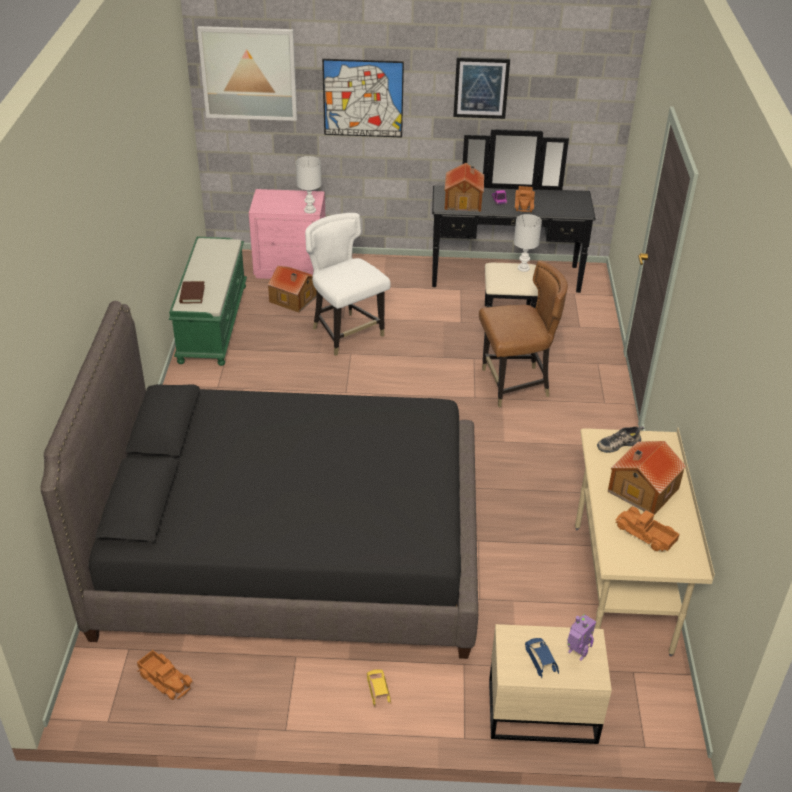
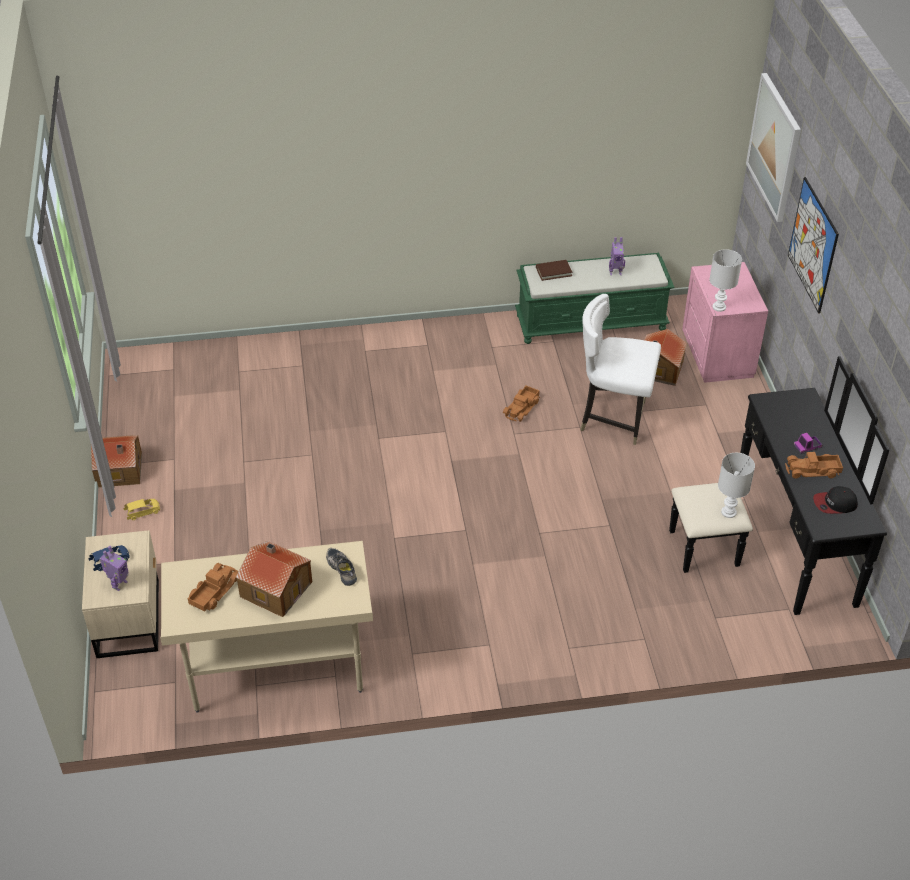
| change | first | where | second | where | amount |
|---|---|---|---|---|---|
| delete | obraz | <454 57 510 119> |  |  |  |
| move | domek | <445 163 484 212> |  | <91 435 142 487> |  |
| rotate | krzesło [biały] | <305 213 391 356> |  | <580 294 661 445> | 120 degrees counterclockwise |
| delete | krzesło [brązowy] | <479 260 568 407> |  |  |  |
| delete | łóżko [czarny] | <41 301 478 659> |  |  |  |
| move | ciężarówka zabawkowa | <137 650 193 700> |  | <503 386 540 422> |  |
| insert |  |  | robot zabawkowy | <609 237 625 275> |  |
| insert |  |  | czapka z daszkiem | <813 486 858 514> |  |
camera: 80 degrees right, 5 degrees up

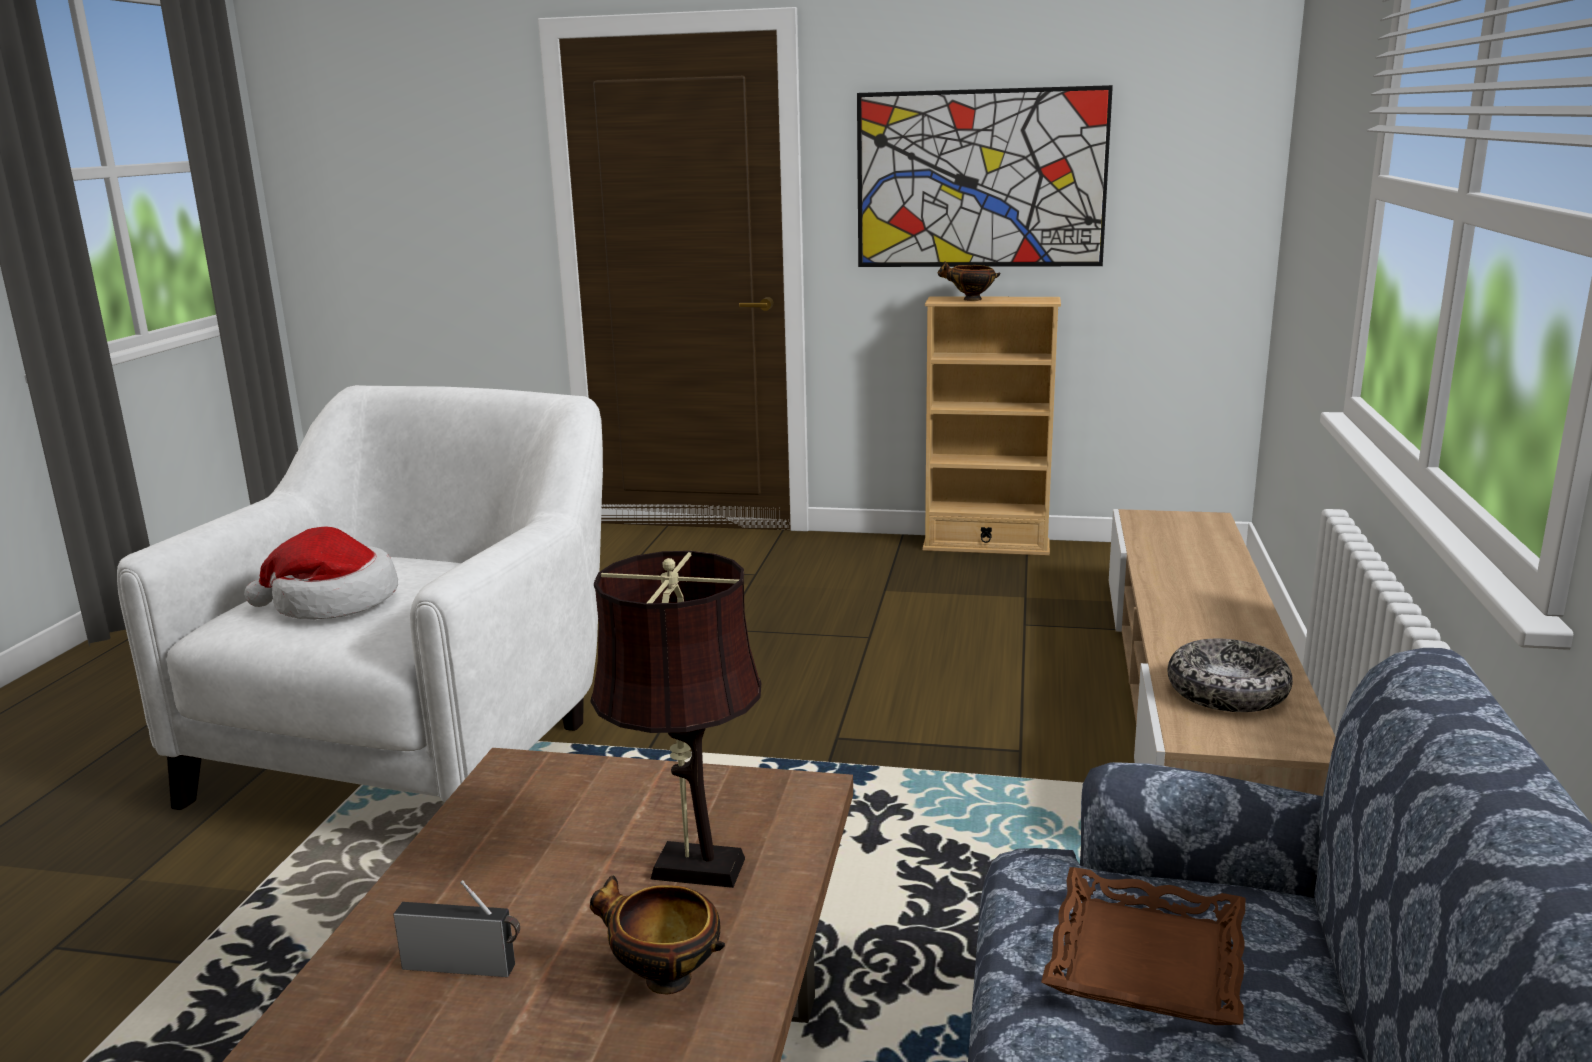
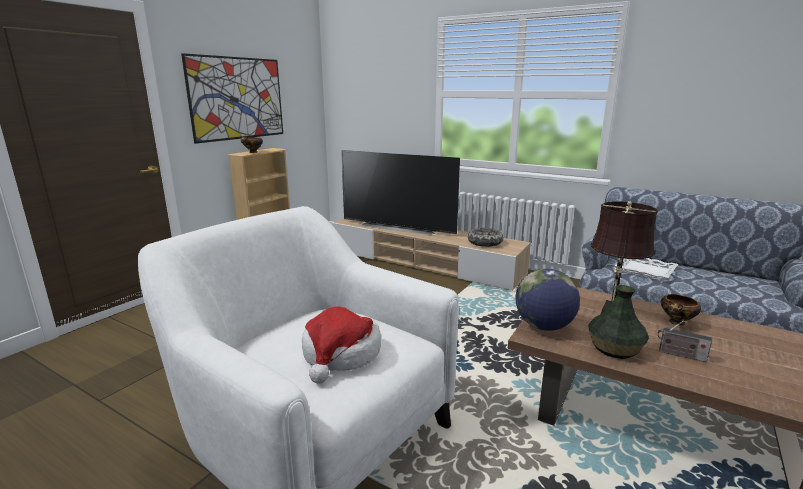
| change | first | where | second | where | amount |
|---|---|---|---|---|---|
| recolor | taca [brązowy] | <1041 867 1245 1025> | taca [biały] | <614 258 678 281> |  |
| rotate | radio | <393 880 520 977> |  | <658 321 712 362> | 90 degrees counterclockwise |
| insert |  |  | telewizor | <341 150 460 236> |  |
| insert |  |  | globus | <516 269 580 331> |  |
| insert |  |  | wazon | <588 285 649 359> |  |
camera: 70 degrees left, 0 degrees up

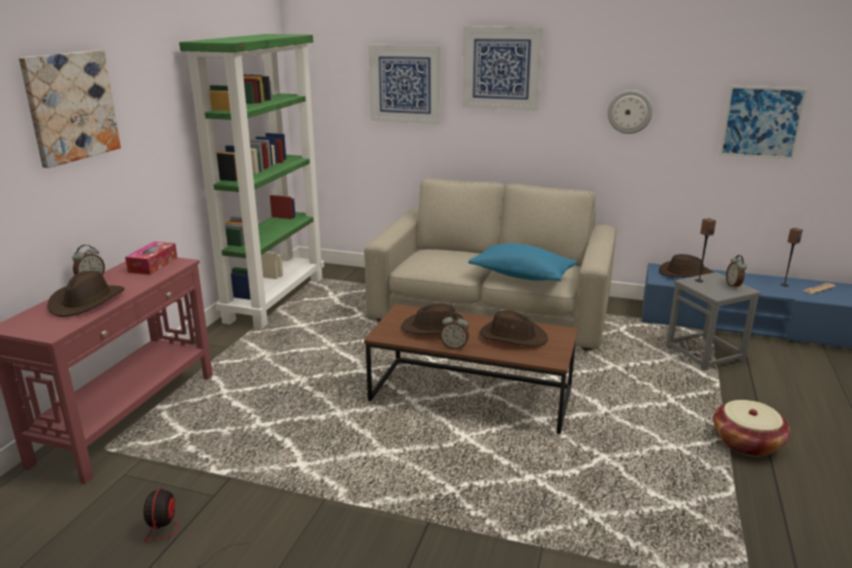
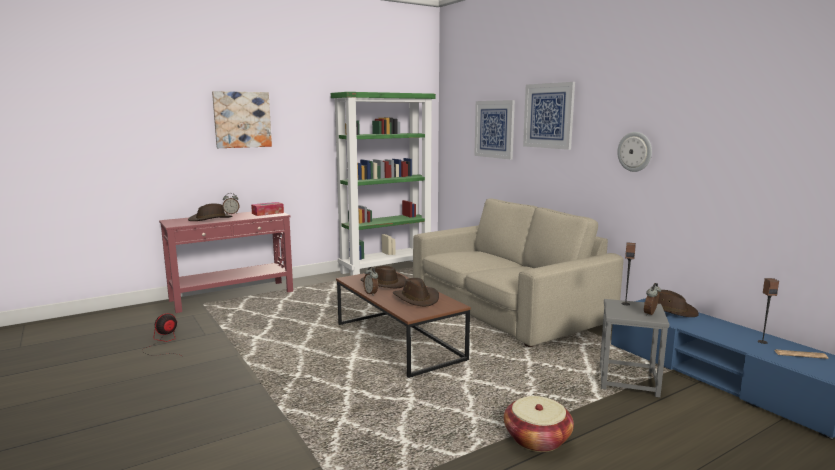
| change | first | where | second | where | amount |
|---|---|---|---|---|---|
| delete | obraz | <719 86 808 160> |  |  |  |
| delete | poduszka [niebieski] | <468 243 577 281> |  |  |  |
camera: 40 degrees right, 10 degrees down

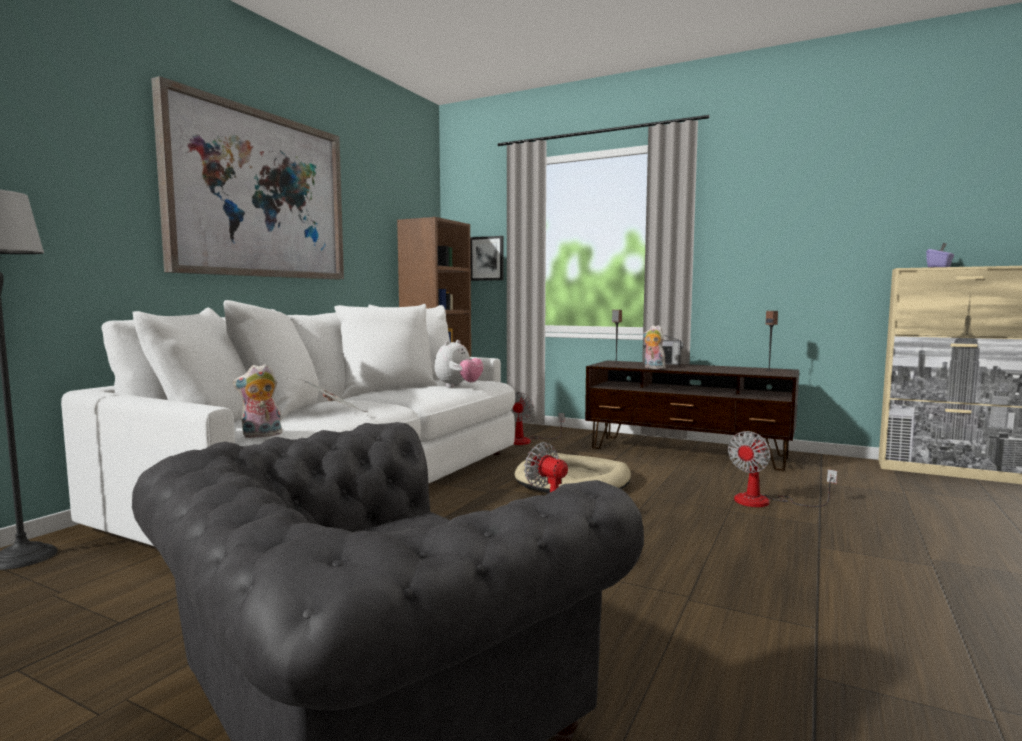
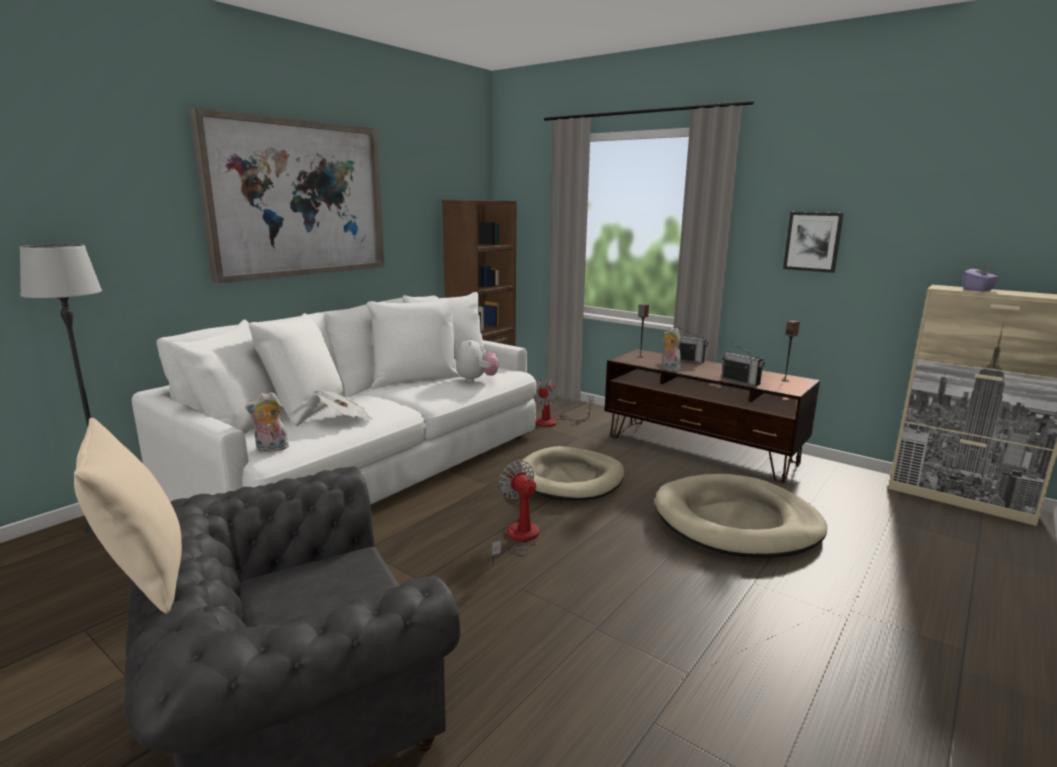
| change | first | where | second | where | amount |
|---|---|---|---|---|---|
| move | obraz | <470 236 504 281> |  | <783 212 844 273> |  |
| rotate | pluszak | <435 340 484 387> |  | <456 337 499 383> | 45 degrees counterclockwise |
| replace | wentylator | <728 431 837 507> | legowisko [beżowy] | <655 474 827 558> |  |
| insert |  |  | radio | <721 342 765 386> |  |
| insert |  |  | poduszka [beżowy] | <74 418 182 614> |  |
camera: 10 degrees right, 10 degrees up

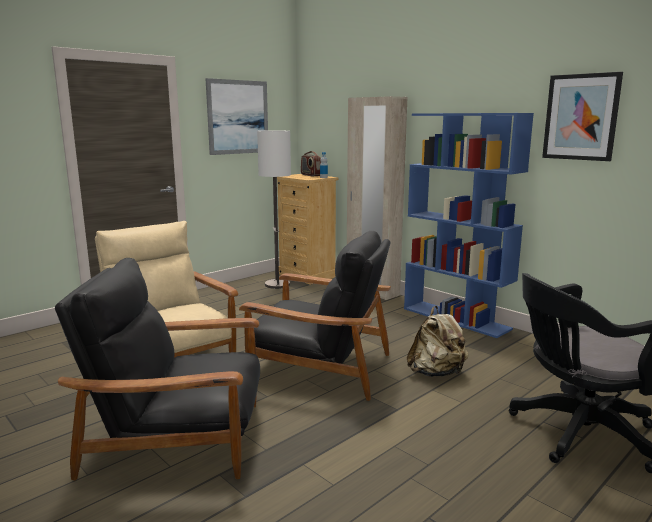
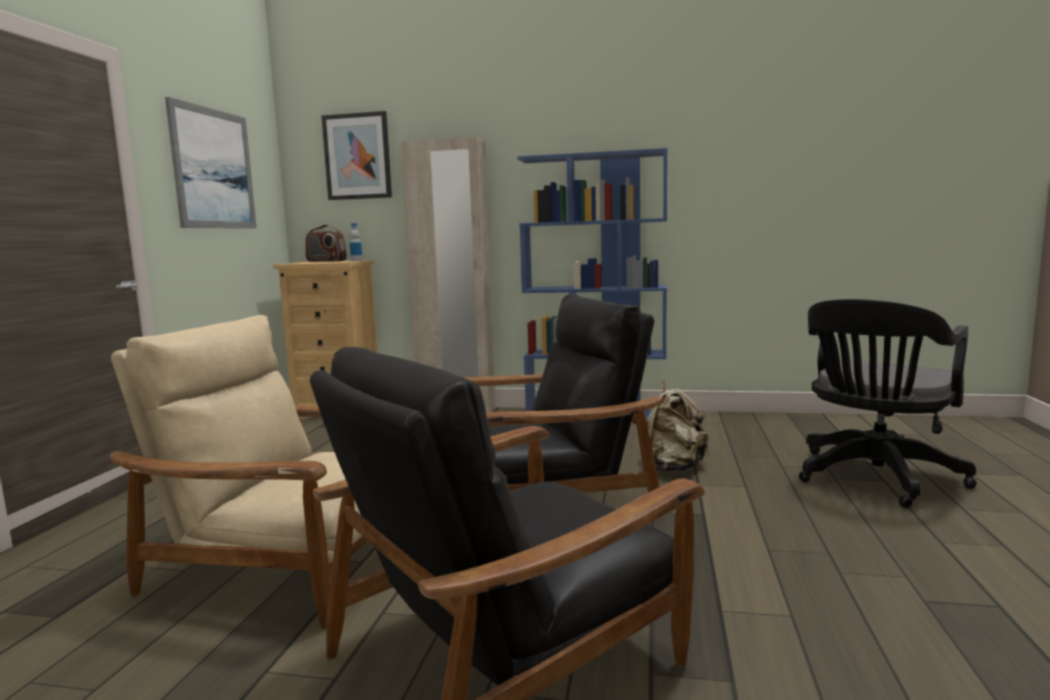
| change | first | where | second | where | amount |
|---|---|---|---|---|---|
| move | obraz | <542 72 623 161> |  | <321 111 392 200> |  |
| delete | lampa stojąca | <257 131 291 289> |  |  |  |
camera: 35 degrees left, 5 degrees down

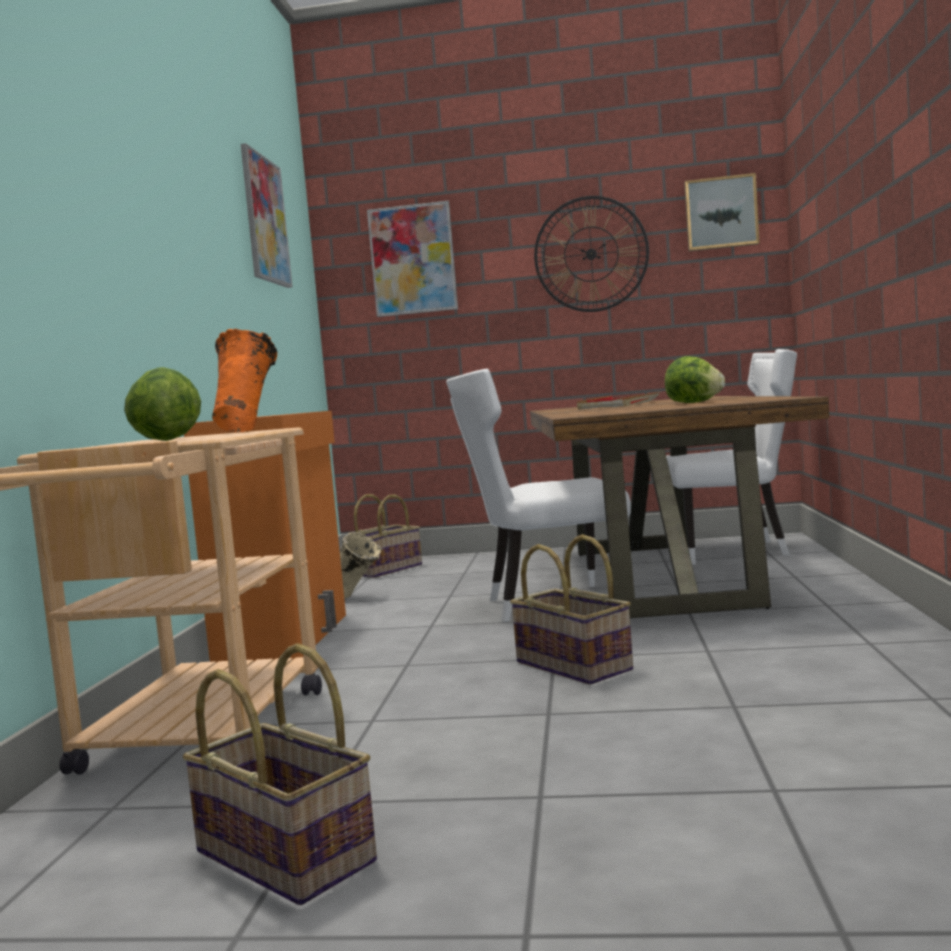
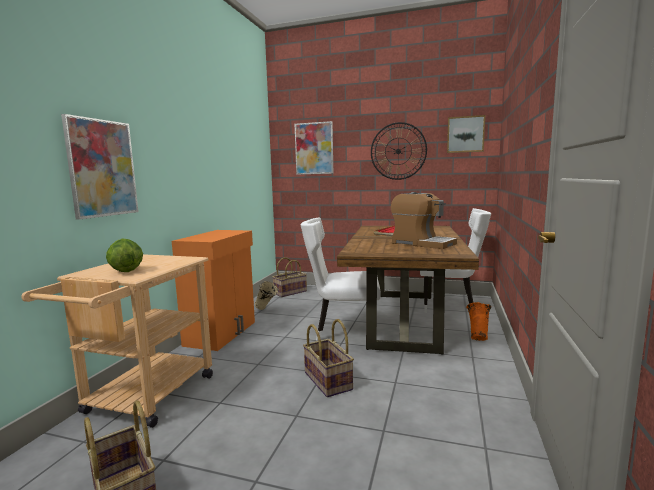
| change | first | where | second | where | amount |
|---|---|---|---|---|---|
| move | obraz | <241 143 292 288> |  | <61 114 139 220> |  |
| move | wazon [pomarańczowy] | <212 329 277 432> |  | <466 302 491 341> |  |
| replace | sałata | <665 356 725 403> | ekspres do kawy | <391 192 457 249> |  |
camera: 10 degrees right, 5 degrees up

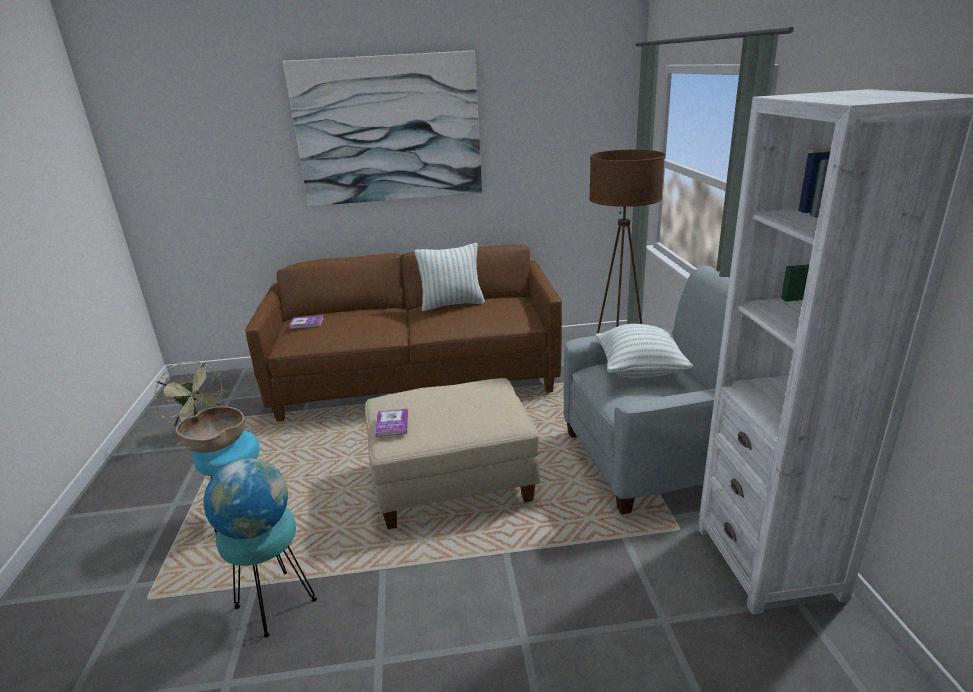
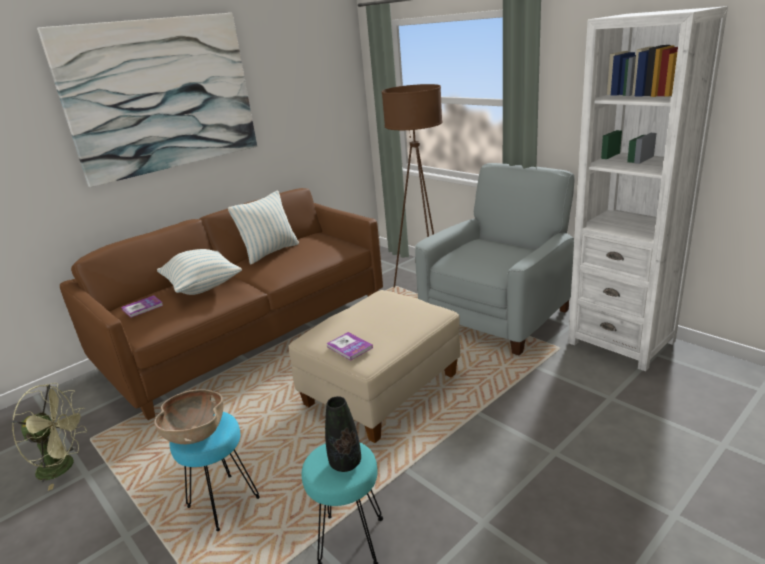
| change | first | where | second | where | amount |
|---|---|---|---|---|---|
| move | poduszka | <595 324 694 379> |  | <157 249 242 295> |  |
| replace | globus | <204 458 288 539> | wazon [czarny] | <325 396 361 472> |  |
camera: 35 degrees left, 0 degrees up

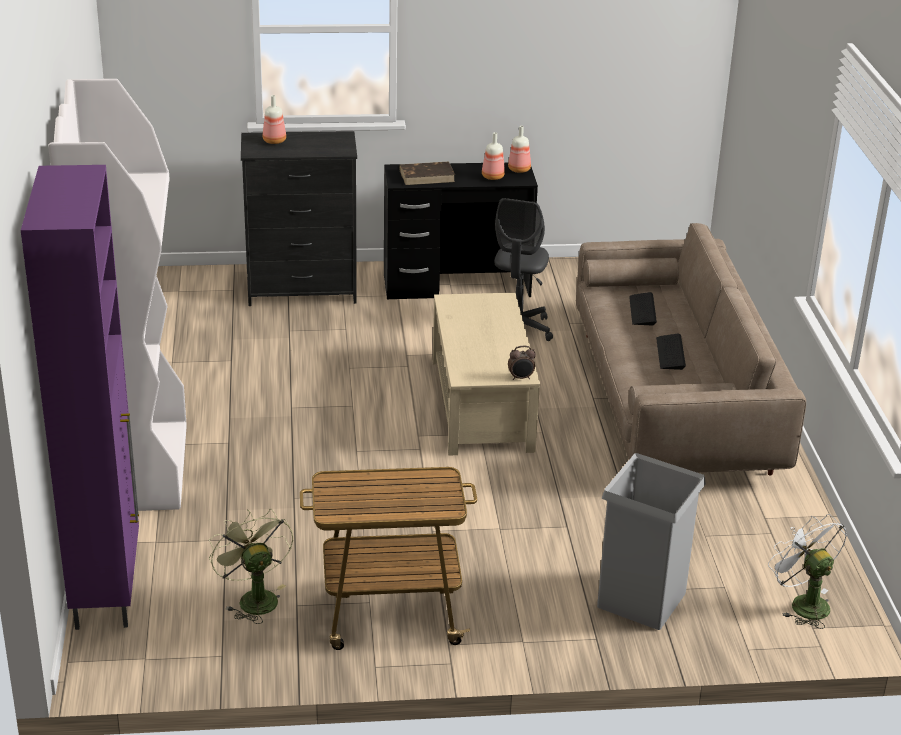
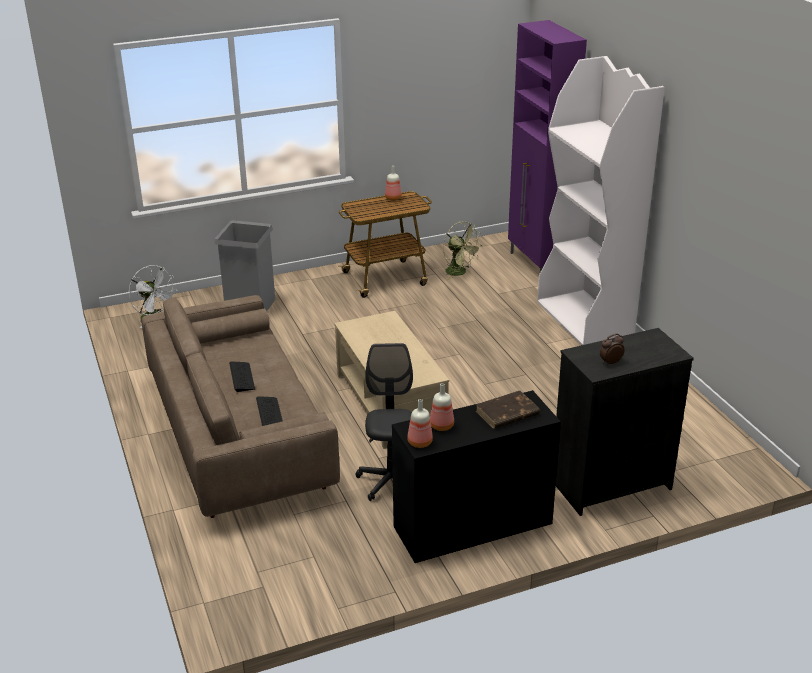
| change | first | where | second | where | amount |
|---|---|---|---|---|---|
| move | butelka | <263 95 286 144> |  | <385 166 402 201> |  |
| move | budzik | <508 346 536 380> |  | <600 334 625 366> |  |
camera: 165 degrees right, 0 degrees up

